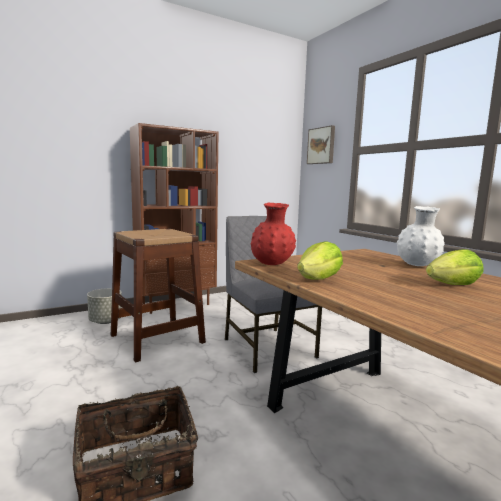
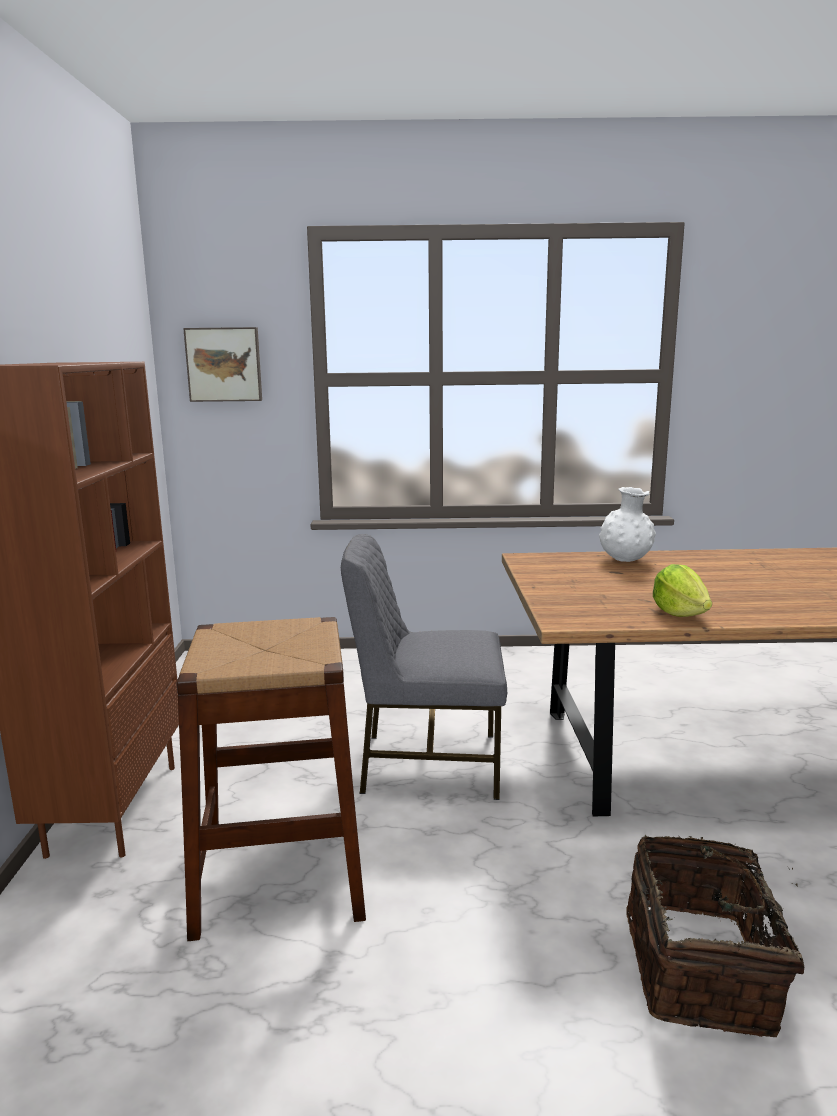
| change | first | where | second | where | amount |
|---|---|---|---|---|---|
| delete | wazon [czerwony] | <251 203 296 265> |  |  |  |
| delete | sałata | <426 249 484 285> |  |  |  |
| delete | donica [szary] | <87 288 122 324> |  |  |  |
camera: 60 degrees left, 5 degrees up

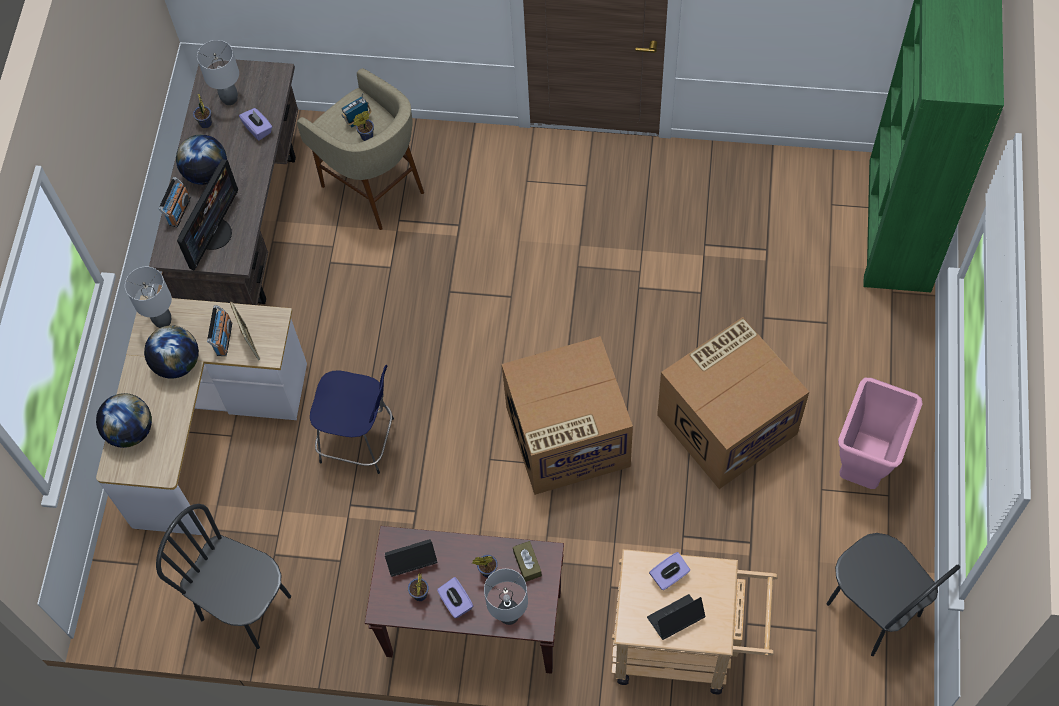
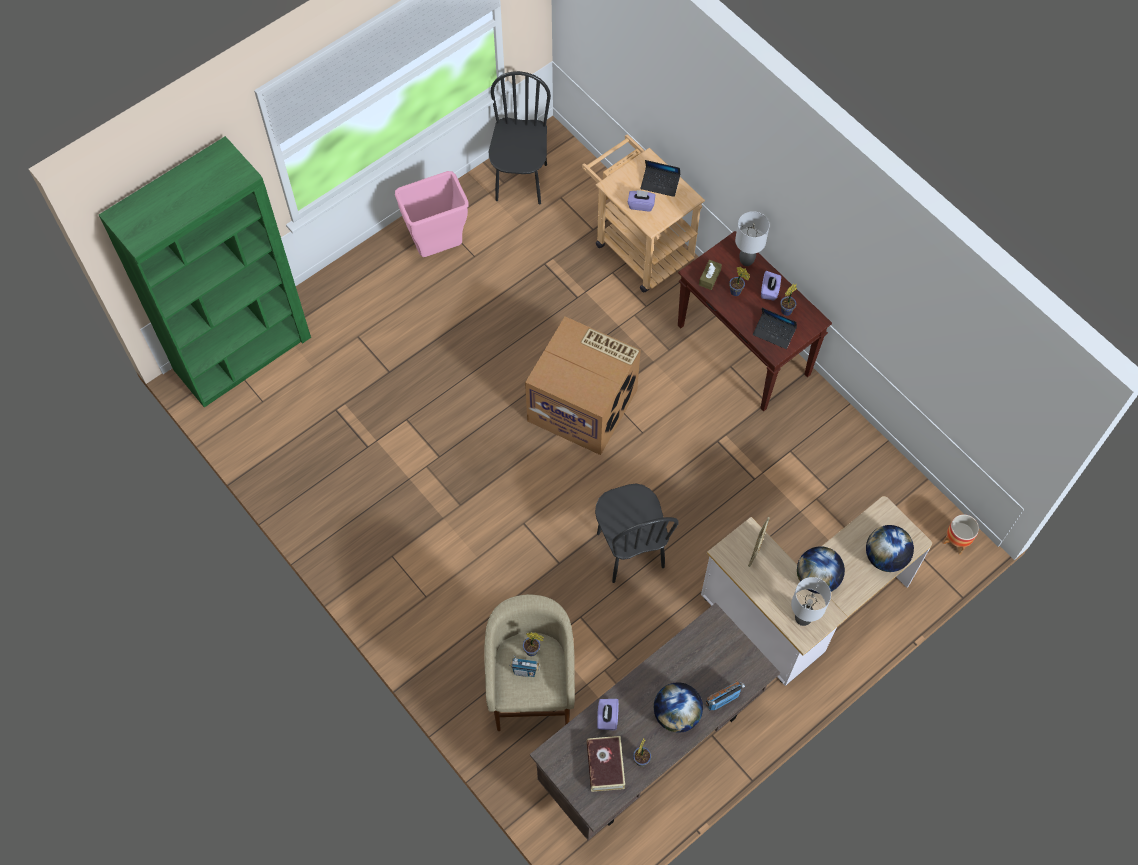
| change | first | where | second | where | amount |
|---|---|---|---|---|---|
| replace | lampa stołowa [szary] | <197 40 239 105> | książka | <587 736 625 792> |  |
| delete | monitor | <177 159 238 270> |  |  |  |
| delete | radio | <207 305 232 356> |  |  |  |
| delete | karton | <657 317 809 489> |  |  |  |
| delete | stołek [niebieski] | <310 365 394 474> |  |  |  |
| move | krzesło [czarny] | <156 504 291 649> |  | <595 483 679 583> |  |
| insert |  |  | donica | <942 514 979 555> |  |
camera: 140 degrees left, 0 degrees up

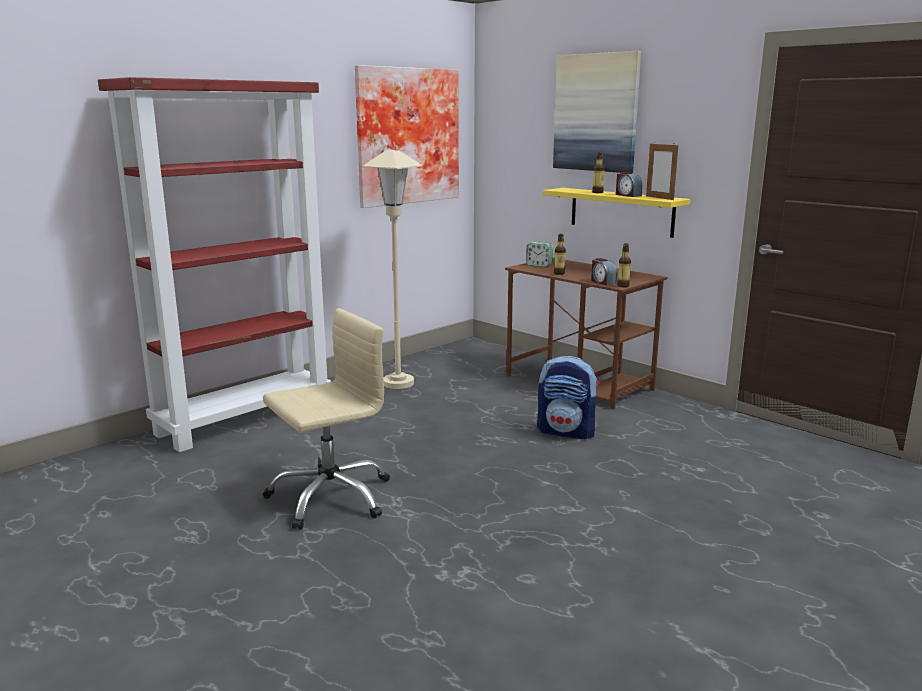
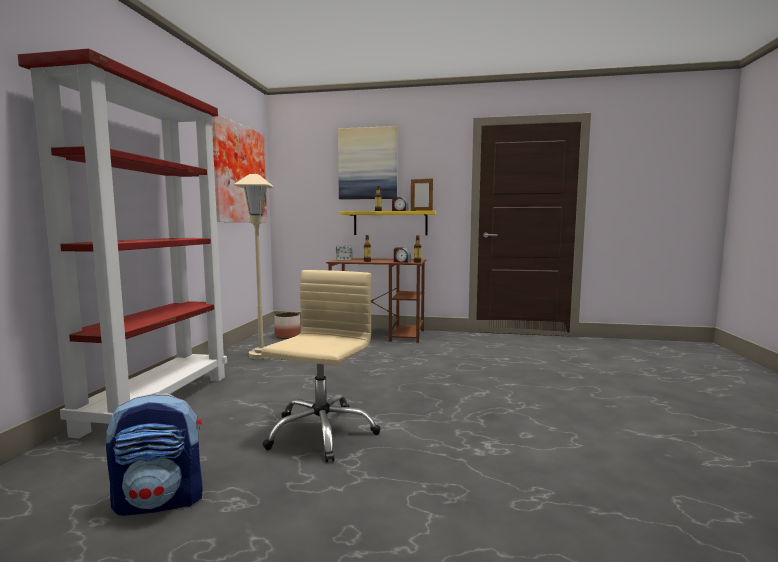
| change | first | where | second | where | amount |
|---|---|---|---|---|---|
| move | plecak | <537 356 600 440> |  | <106 393 203 516> |  |
| insert |  |  | donica | <274 312 301 339> |  |
camera: 35 degrees left, 10 degrees down

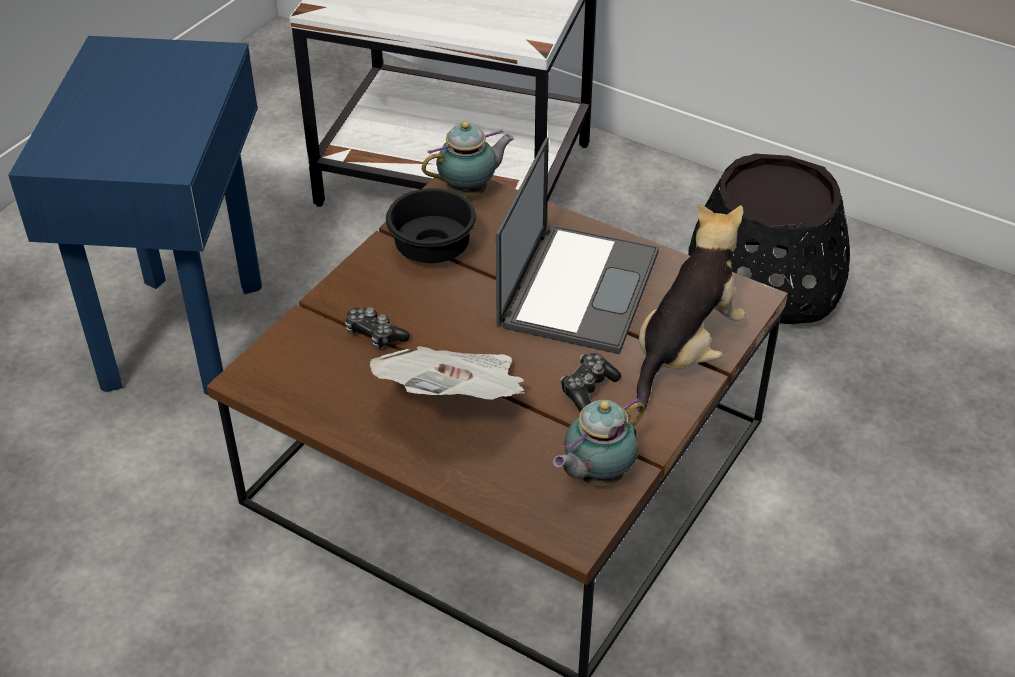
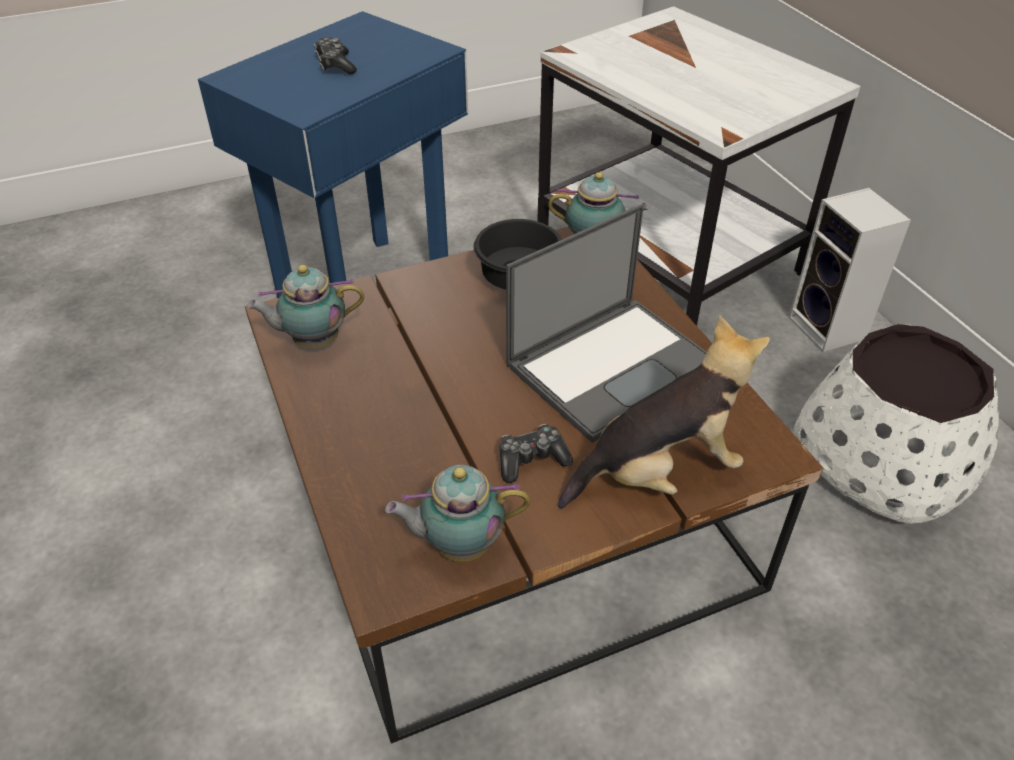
| change | first | where | second | where | amount |
|---|---|---|---|---|---|
| recolor | donica [czarny] | <688 154 850 324> | donica [biały] | <794 324 999 524> |  |
| move | pad do gier | <345 307 410 349> |  | <314 37 357 75> |  |
| delete | gazeta | <370 346 525 400> |  |  |  |
| insert |  |  | głośnik | <789 188 911 352> |  |
| insert |  |  | imbryk | <247 265 364 349> |  |
camera: 35 degrees right, 0 degrees up

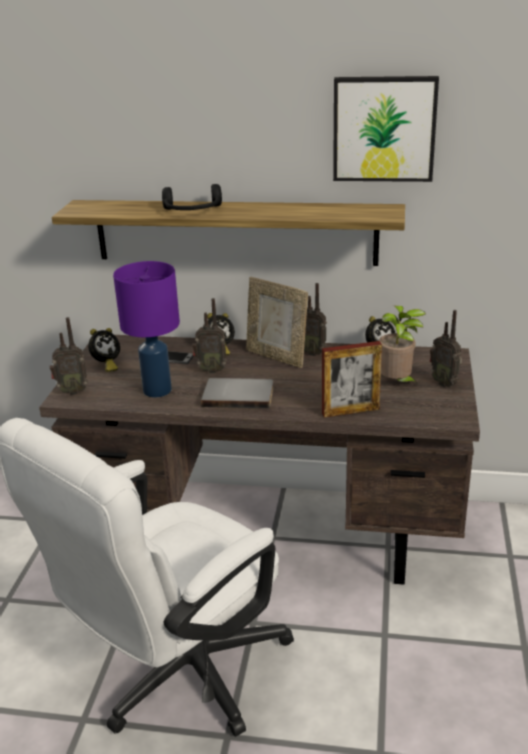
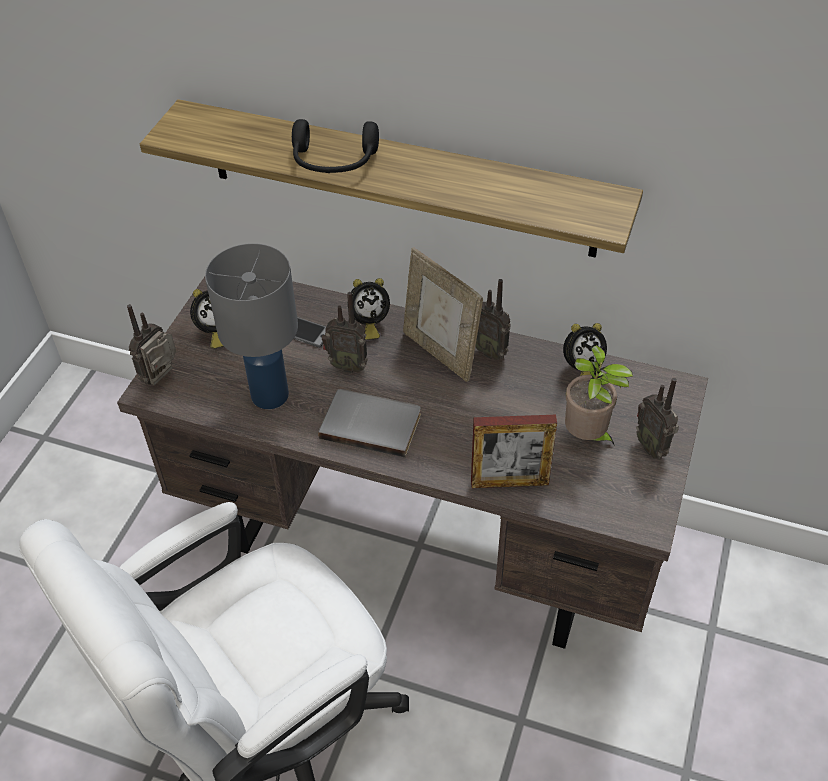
| change | first | where | second | where | amount |
|---|---|---|---|---|---|
| delete | obraz | <333 76 439 182> |  |  |  |
| recolor | lampa stołowa [fioletowy] | <113 261 180 398> | lampa stołowa [szary] | <205 243 298 409> |  |
| rotate | radio | <50 317 88 395> |  | <127 304 176 386> | 120 degrees clockwise |
camera: 10 degrees right, 20 degrees up

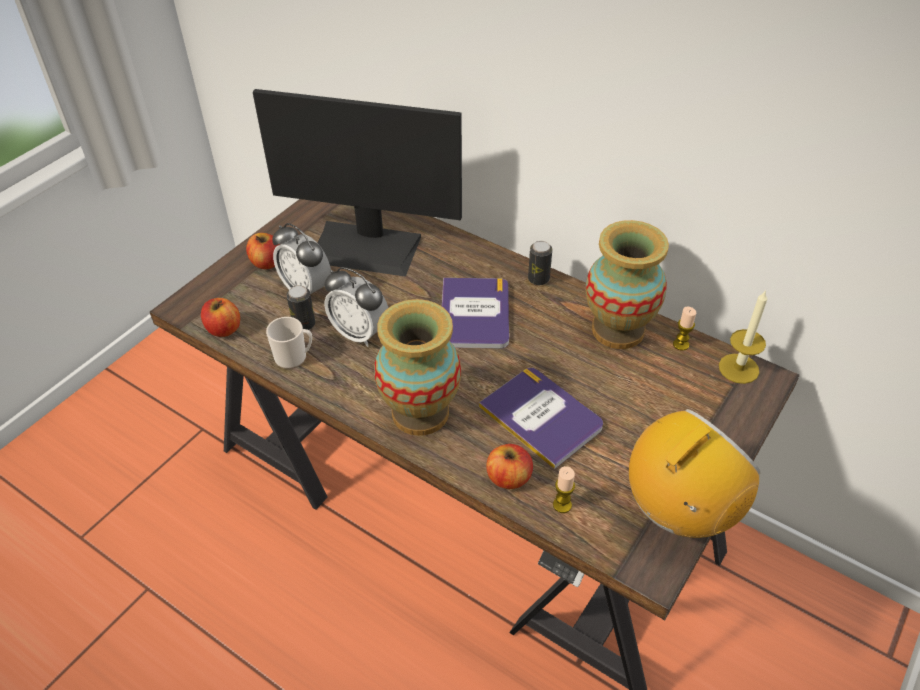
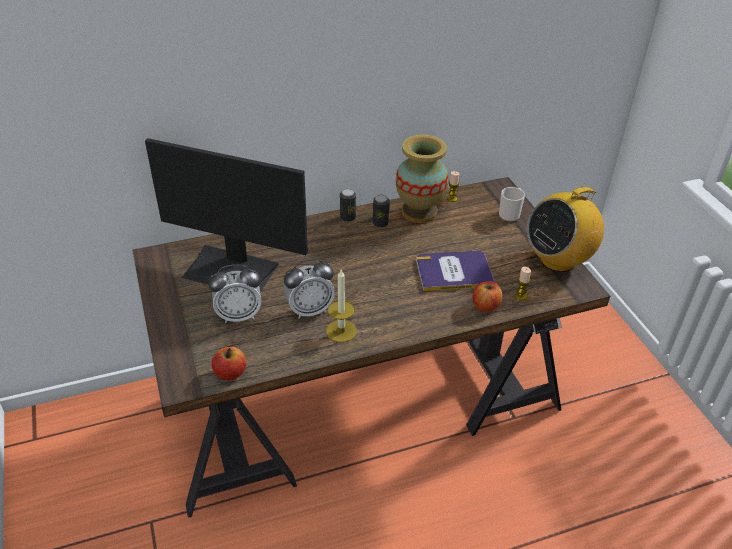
| change | first | where | second | where | amount |
|---|---|---|---|---|---|
| rotate | monitor | <253 89 462 277> |  | <145 138 308 292> | 60 degrees clockwise |
| delete | jabłko | <246 233 280 269> |  |  |  |
| delete | książka | <442 278 509 348> |  |  |  |
| move | puszka | <287 285 315 330> |  | <373 195 389 228> |  |
| move | świeca | <719 290 767 384> |  | <326 270 357 342> |  |
| delete | wazon | <374 299 461 436> |  |  |  |
| move | kubek | <266 317 312 369> |  | <499 187 525 222> |  |
| rotate | radio | <629 409 761 538> |  | <527 183 604 272> | 120 degrees counterclockwise |
camera: 55 degrees left, 5 degrees down

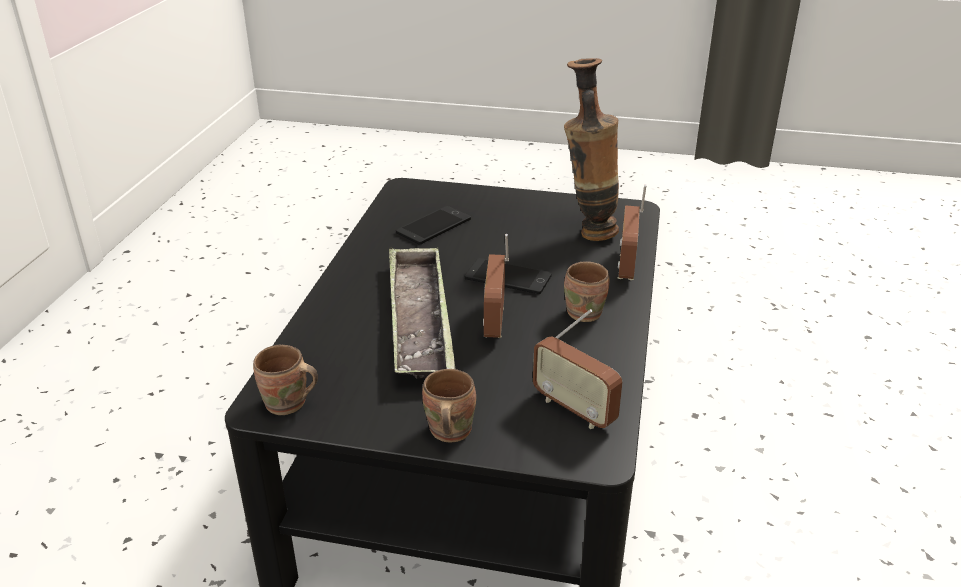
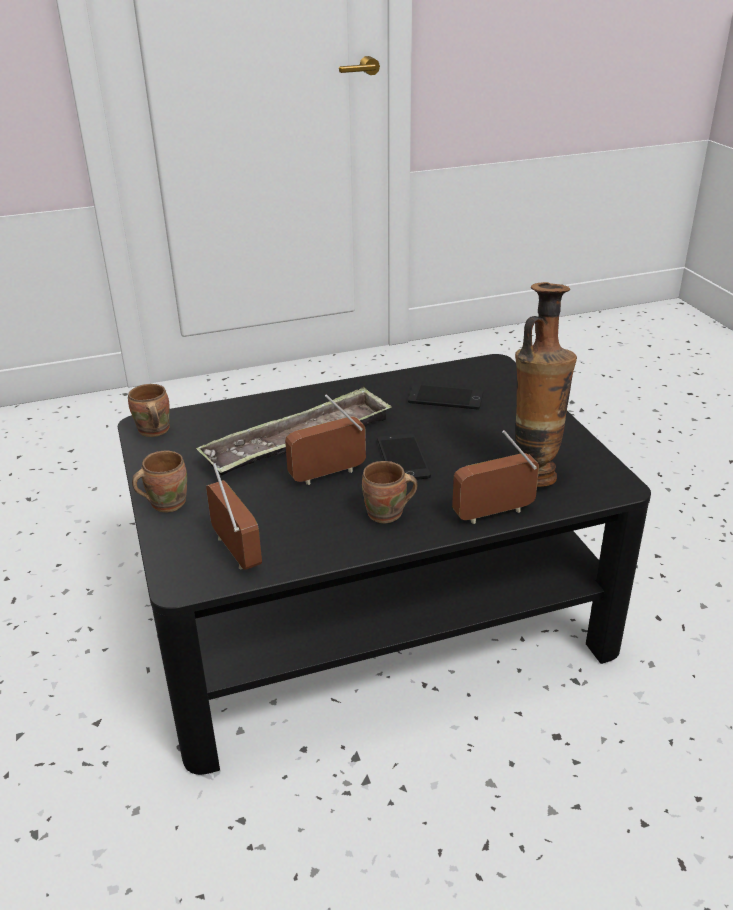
| change | first | where | second | where | amount |
|---|---|---|---|---|---|
| rotate | radio | <533 309 622 429> |  | <206 463 262 570> | 135 degrees clockwise |
camera: 60 degrees right, 0 degrees up

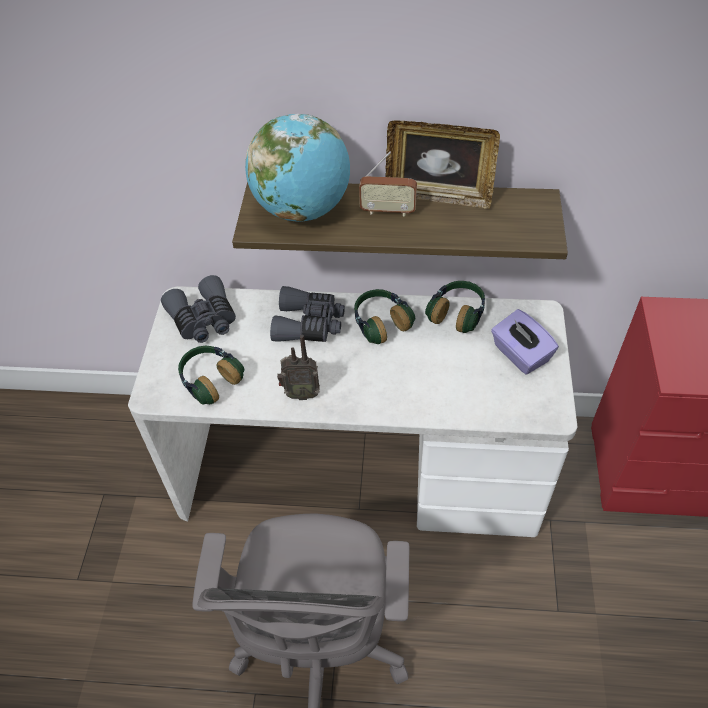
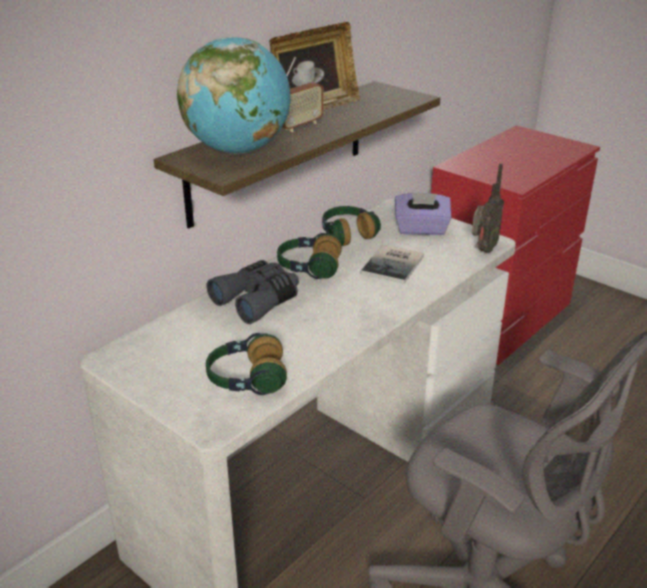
| change | first | where | second | where | amount |
|---|---|---|---|---|---|
| delete | lornetka [szary] | <161 275 236 343> |  |  |  |
| move | radio | <277 335 320 400> |  | <472 164 504 253> |  |
| insert |  |  | książka | <361 245 424 284> |  |
camera: 55 degrees left, 20 degrees down

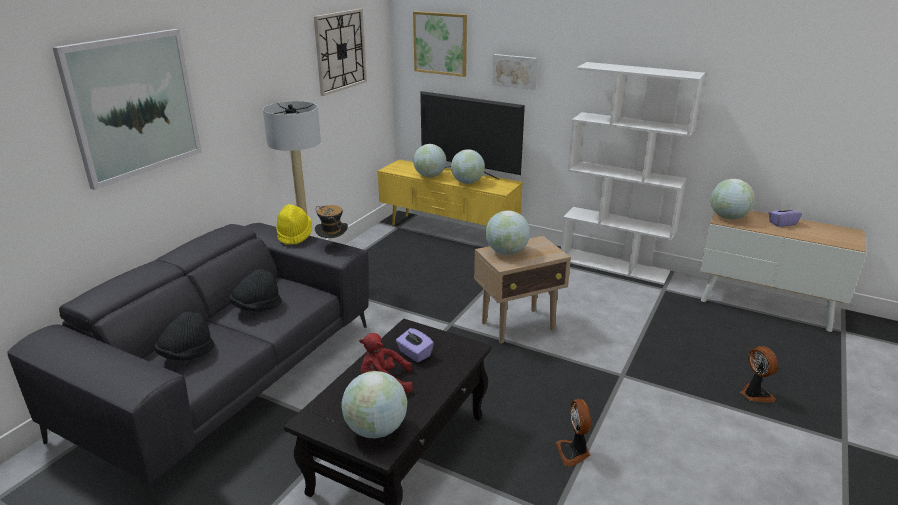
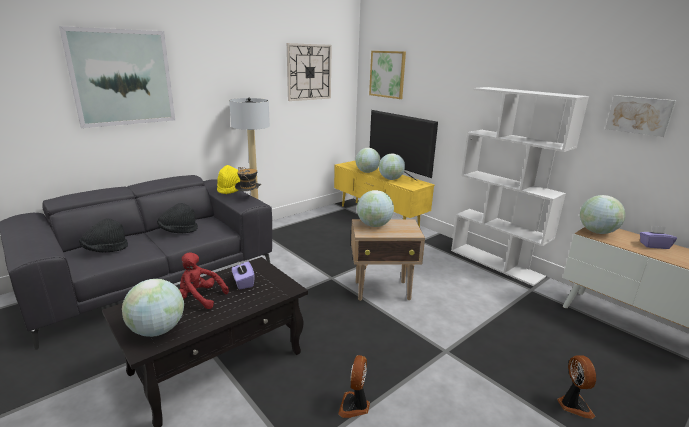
| change | first | where | second | where | amount |
|---|---|---|---|---|---|
| move | obraz | <492 54 538 90> |  | <605 95 677 137> |  |
camera: 20 degrees right, 5 degrees down

